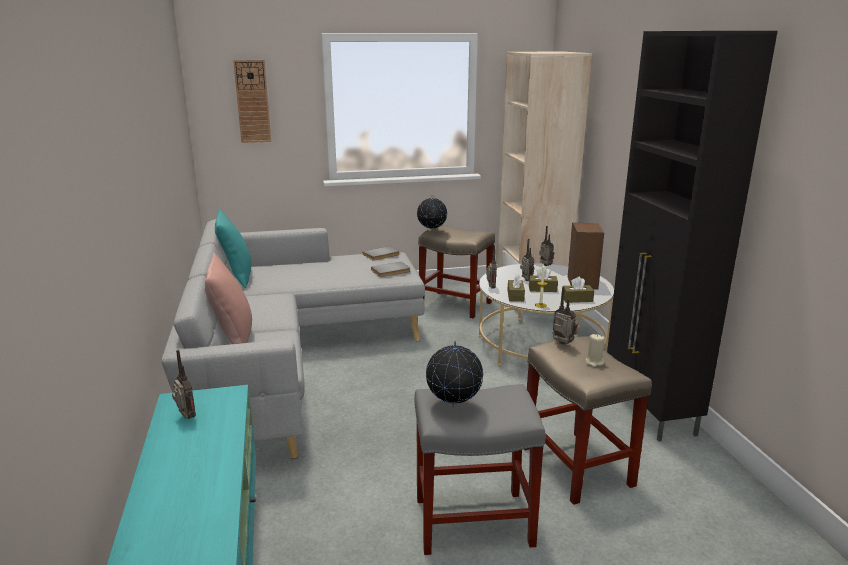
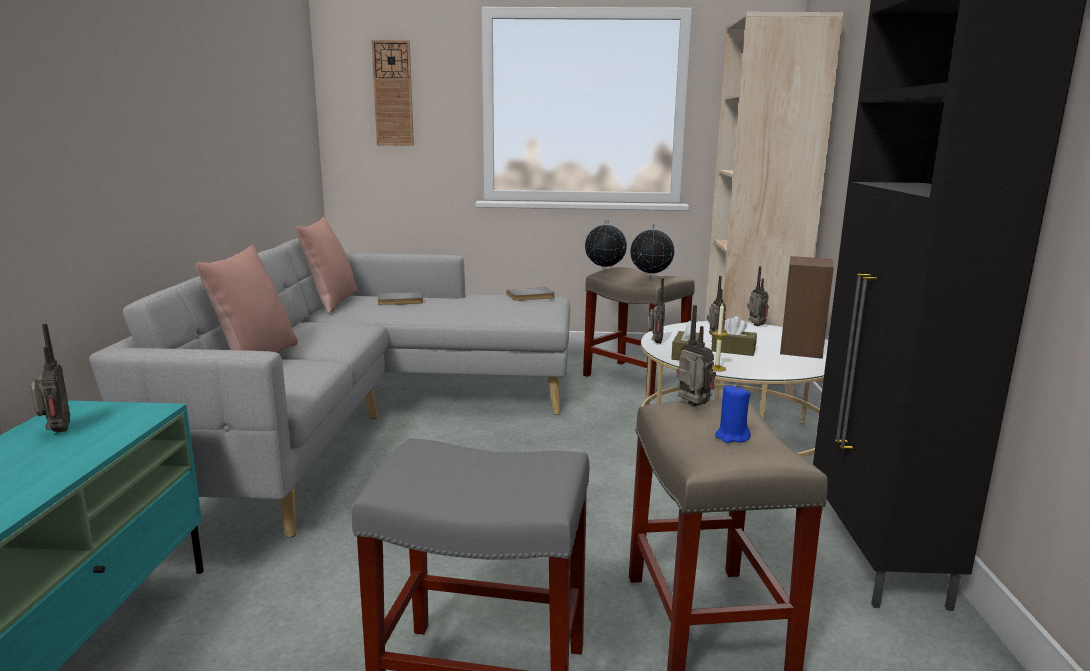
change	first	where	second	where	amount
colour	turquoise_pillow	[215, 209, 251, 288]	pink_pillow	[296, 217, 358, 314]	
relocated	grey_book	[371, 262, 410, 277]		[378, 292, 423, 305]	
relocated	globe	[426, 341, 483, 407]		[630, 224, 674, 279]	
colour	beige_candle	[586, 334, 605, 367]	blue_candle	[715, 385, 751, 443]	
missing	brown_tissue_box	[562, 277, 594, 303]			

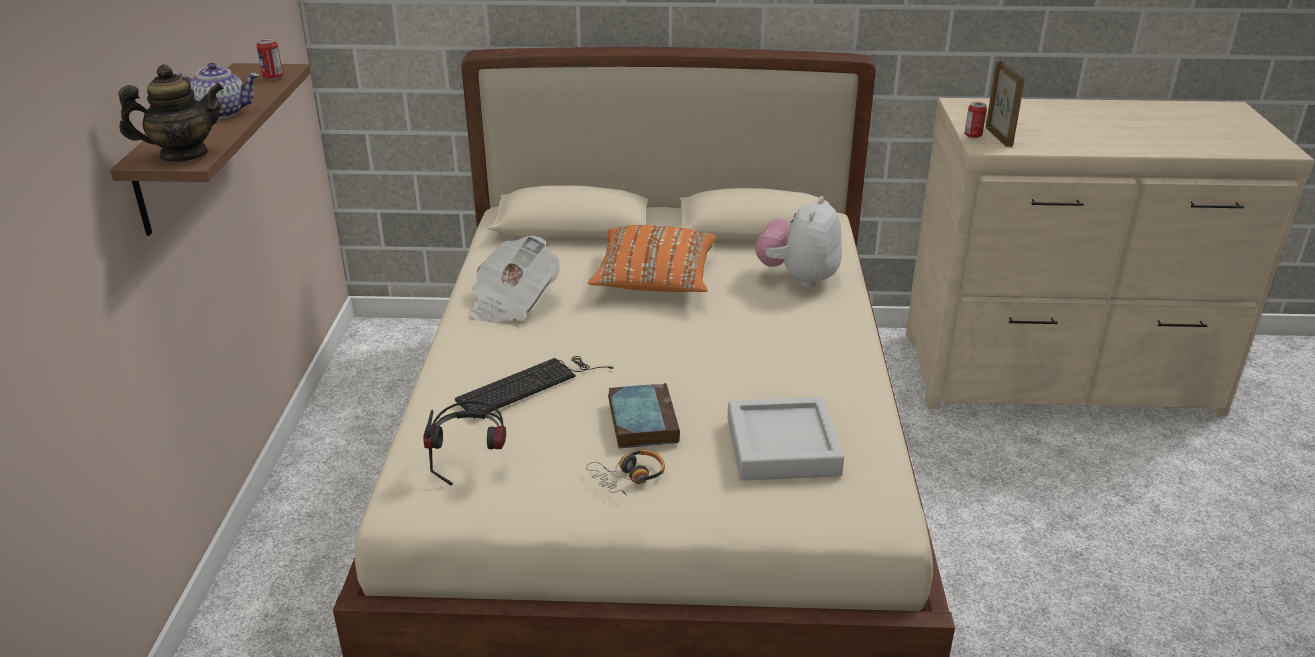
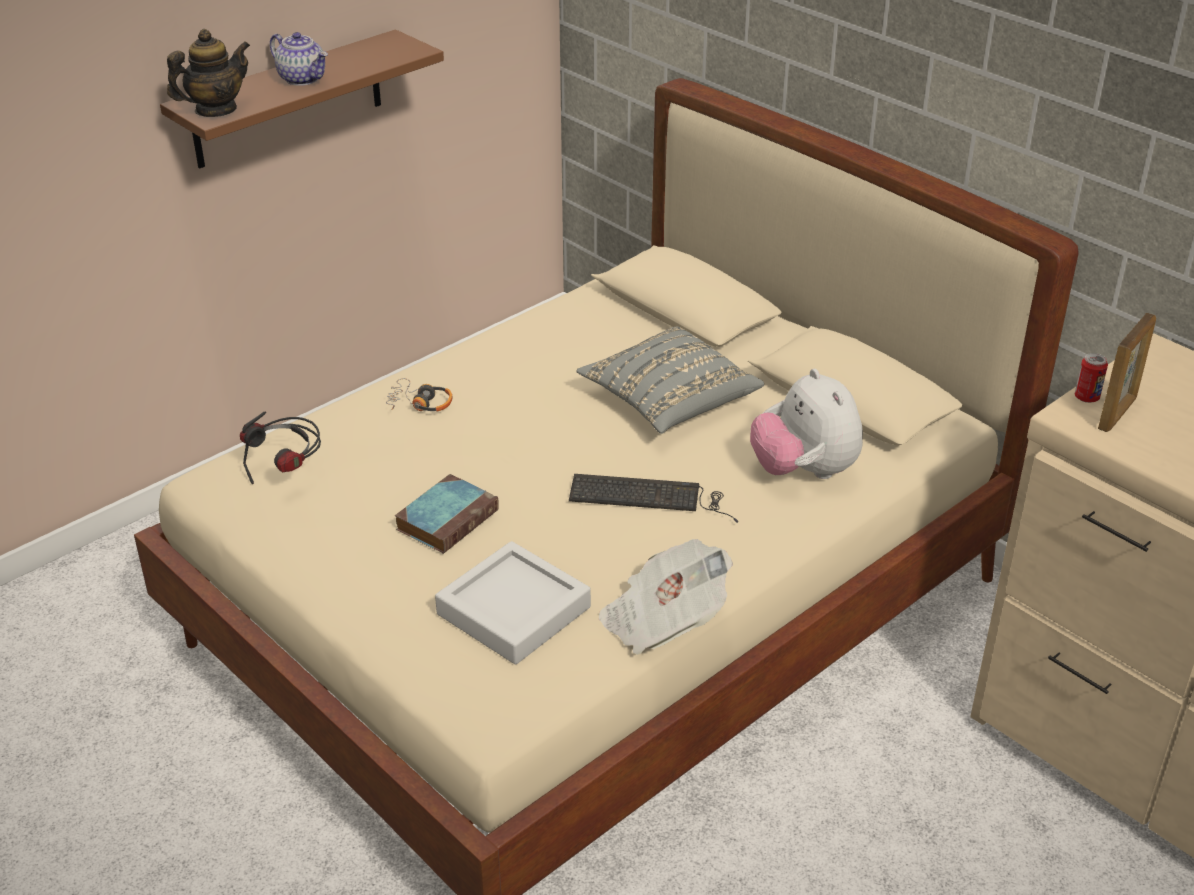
change	first	where	second	where	amount
spun	teapot	[118, 64, 224, 162]		[167, 29, 250, 117]	60 degrees counterclockwise
relocated	headphones	[586, 449, 665, 496]		[386, 378, 452, 412]	
relocated	keyboard	[455, 356, 613, 419]		[569, 474, 738, 523]	
colour	orange_pillow	[588, 225, 716, 292]	grey_pillow	[576, 327, 764, 434]	
relocated	newspaper	[470, 236, 560, 321]		[599, 539, 733, 655]	
spun	plush_toy	[755, 196, 842, 288]		[750, 369, 863, 479]	90 degrees counterclockwise
missing	can	[256, 38, 283, 80]			

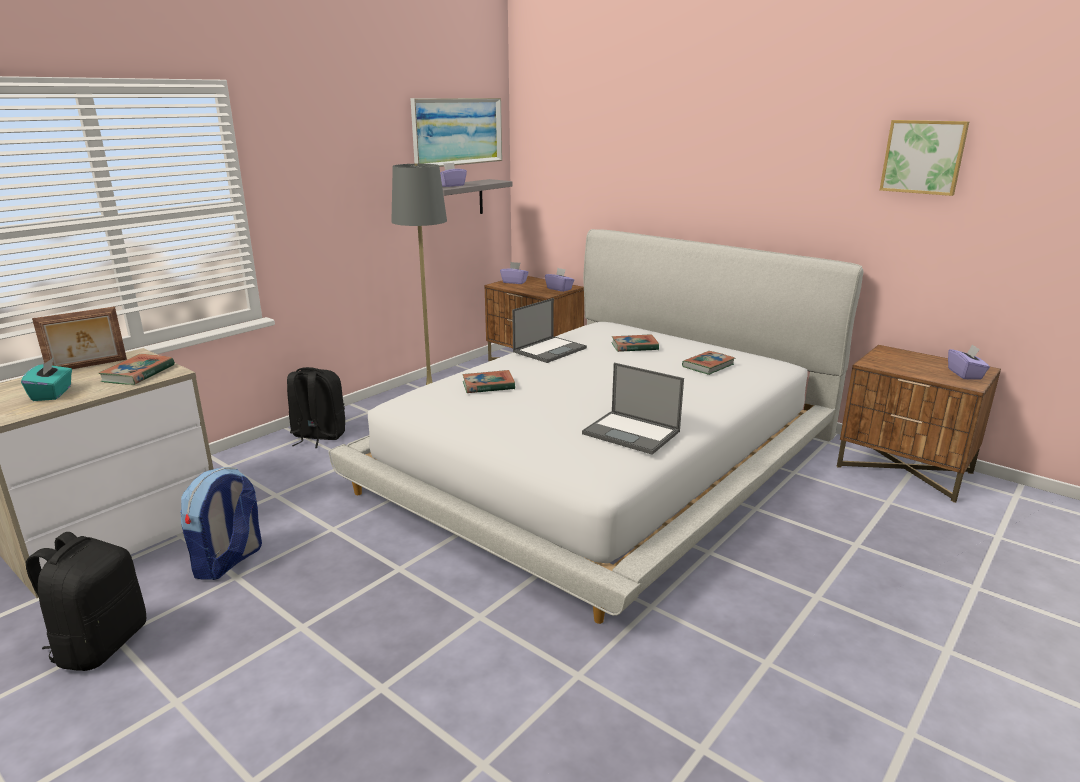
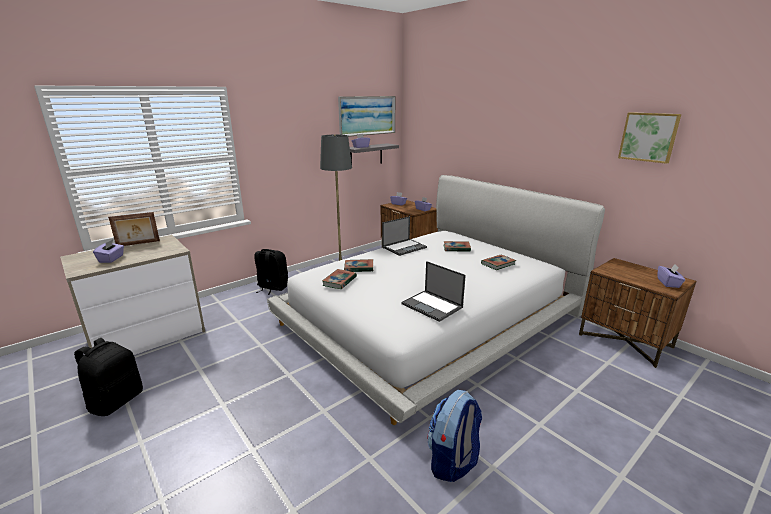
change	first	where	second	where	amount
colour	turquoise_tissue_box	[21, 357, 72, 401]	purple_tissue_box	[93, 240, 124, 263]	
relocated	book	[98, 354, 175, 385]		[322, 269, 357, 289]	
relocated	backpack	[180, 467, 262, 580]		[427, 390, 482, 482]	

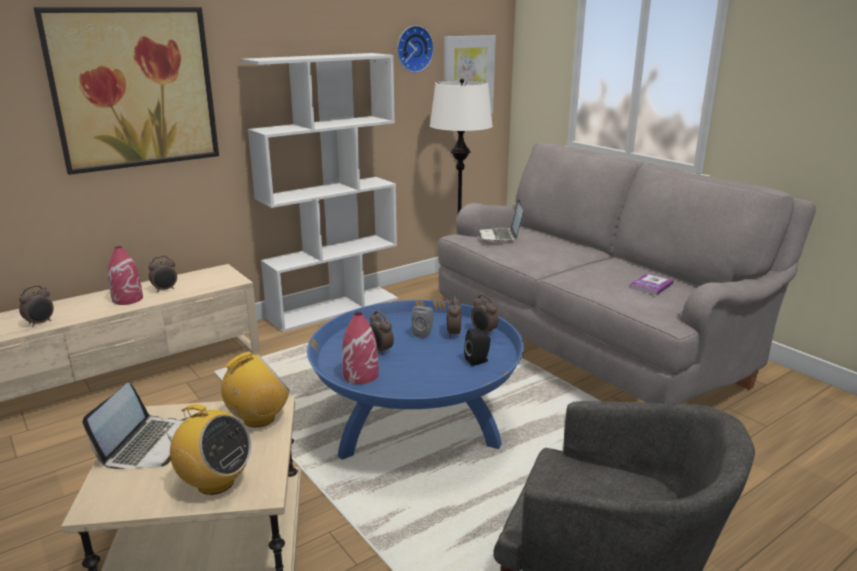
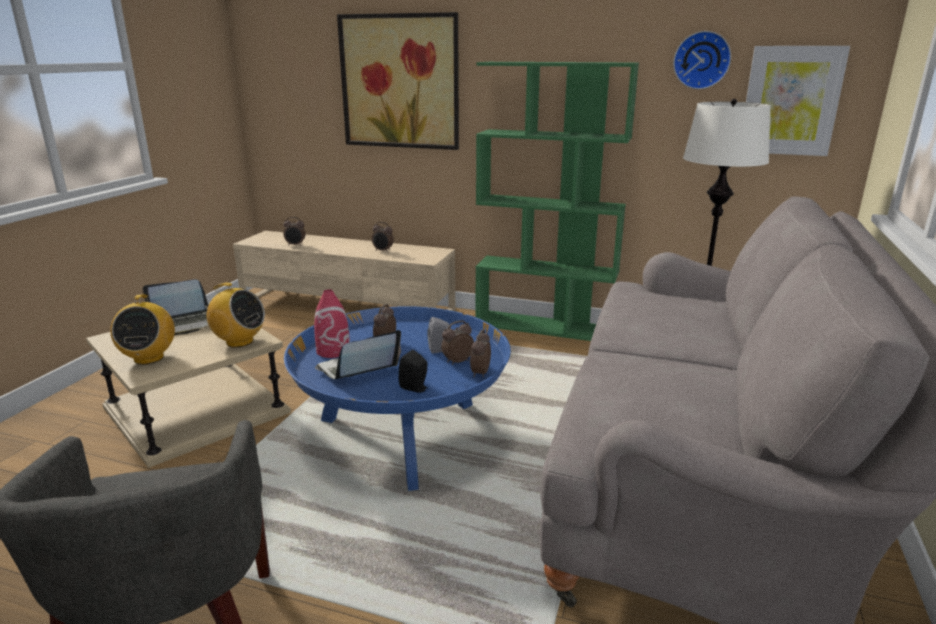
change	first	where	second	where	amount
relocated	laptop	[478, 200, 523, 241]		[315, 330, 401, 379]	
colour	white_bookcase	[241, 53, 398, 332]	green_bookcase	[475, 62, 639, 341]	
missing	red_vase	[108, 246, 143, 305]			
missing	book	[629, 273, 674, 295]			

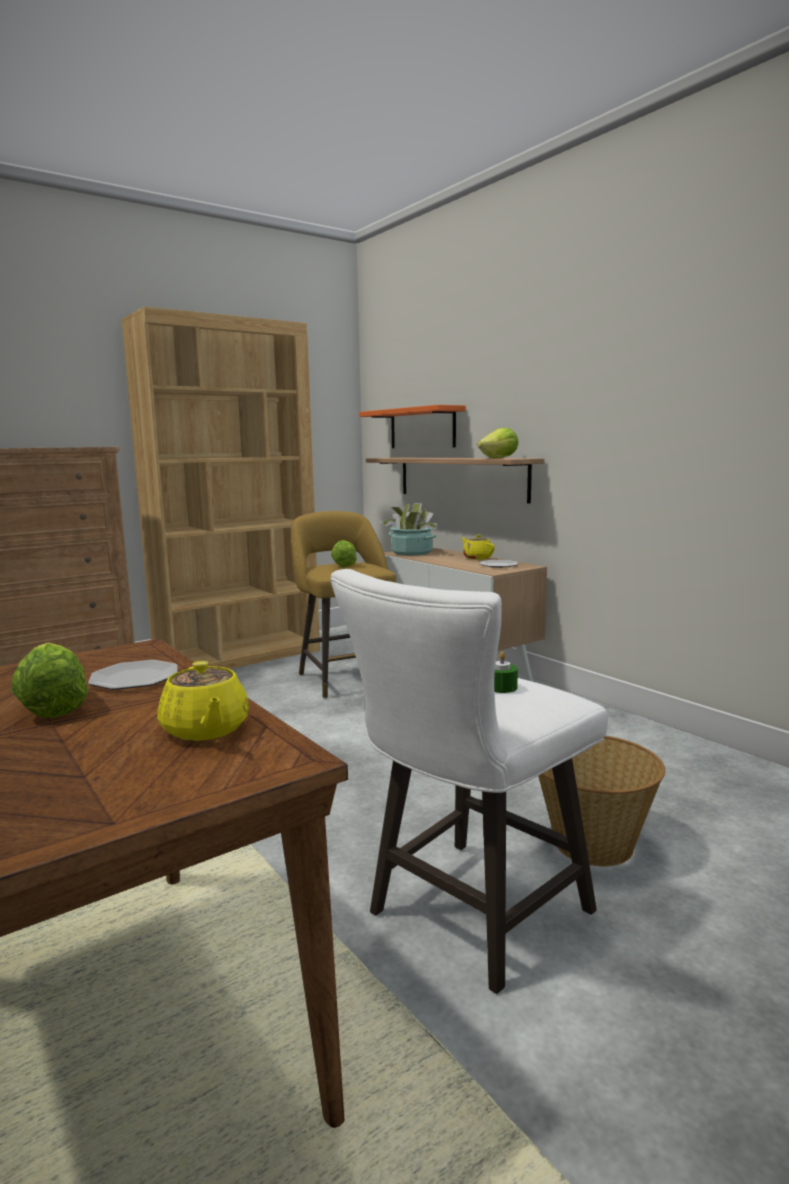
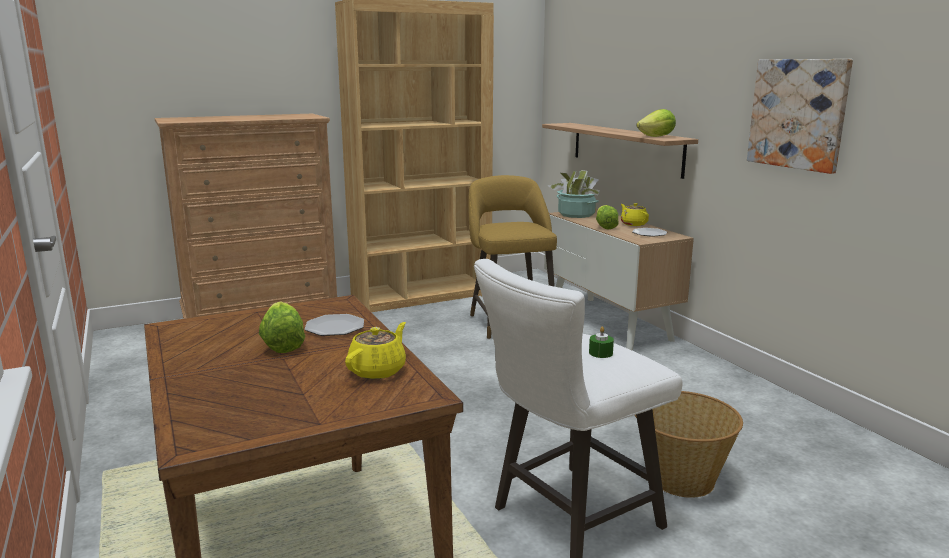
change	first	where	second	where	amount
spun	yellow_teapot	[157, 661, 249, 741]		[345, 322, 406, 379]	135 degrees counterclockwise
relocated	lettuce	[331, 540, 357, 567]		[596, 205, 619, 229]	
appeared			picture	[747, 59, 853, 174]	
missing	orange_shelf	[359, 405, 466, 448]			

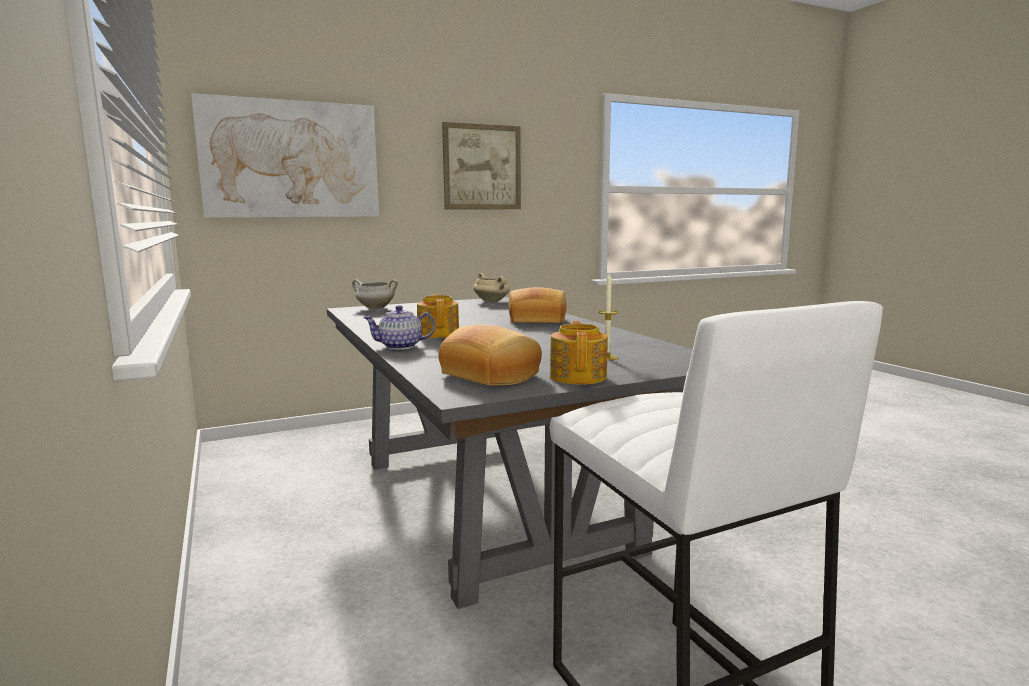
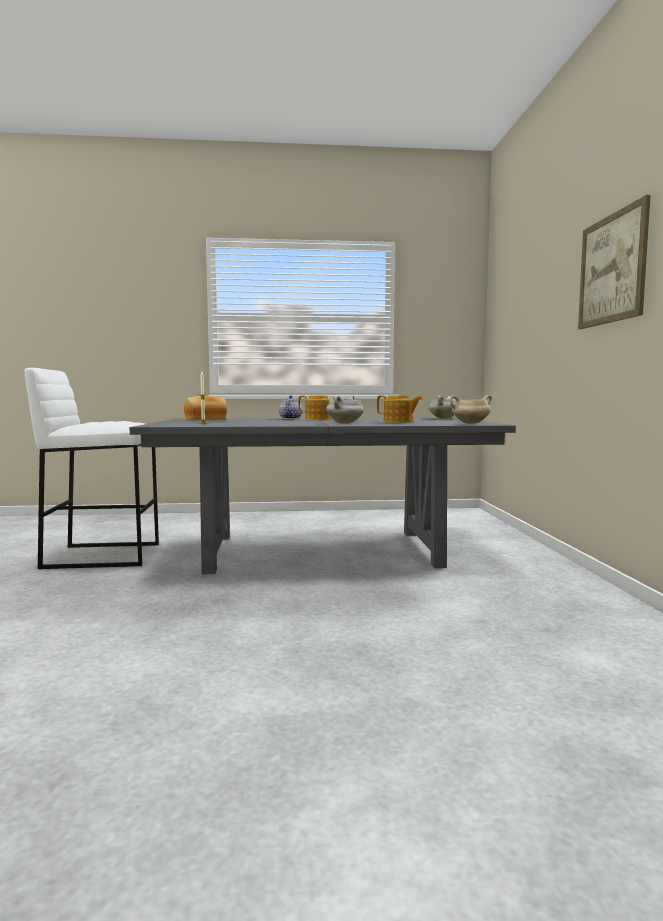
change	first	where	second	where	amount
exchanged	bread	[508, 287, 566, 323]	white_cooking_pot	[326, 395, 364, 424]	
relocated	teapot	[550, 321, 608, 385]		[377, 395, 423, 423]	
missing	picture	[191, 93, 379, 218]			

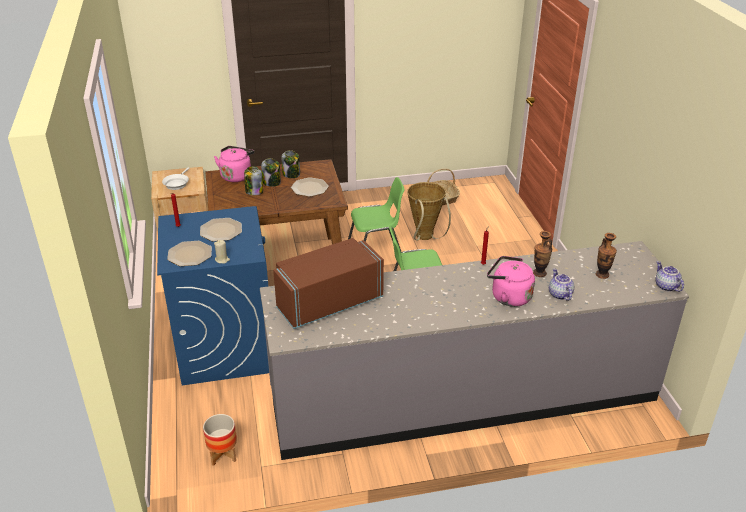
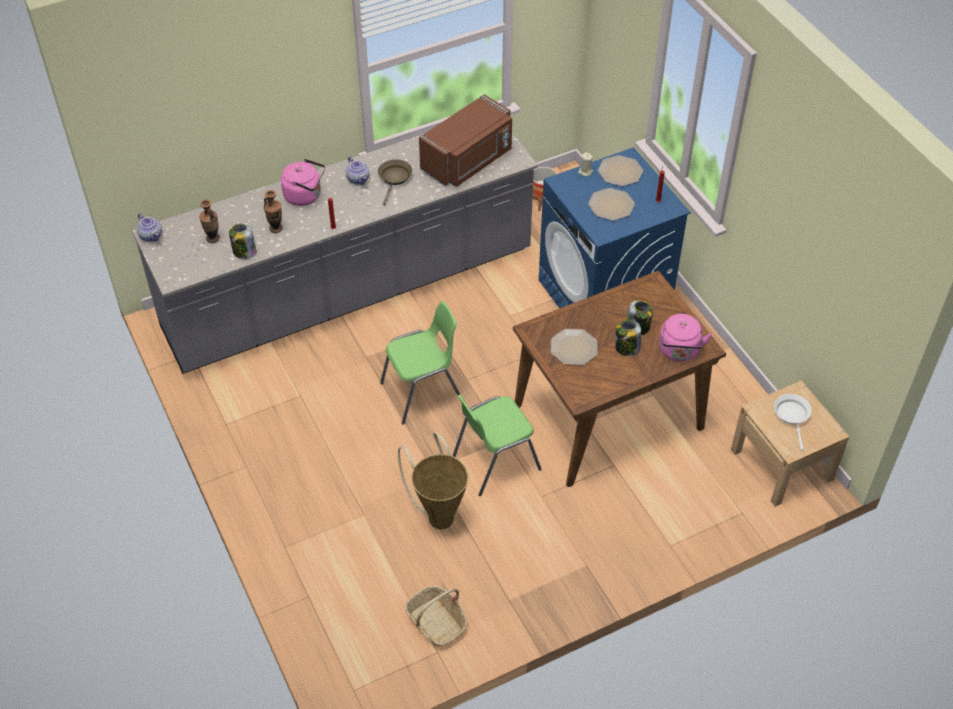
change	first	where	second	where	amount
relocated	jar	[282, 150, 300, 178]		[229, 224, 257, 259]	
relocated	teapot	[549, 268, 574, 301]		[346, 156, 369, 185]	
appeared			brown_frying_pan	[378, 159, 412, 205]	

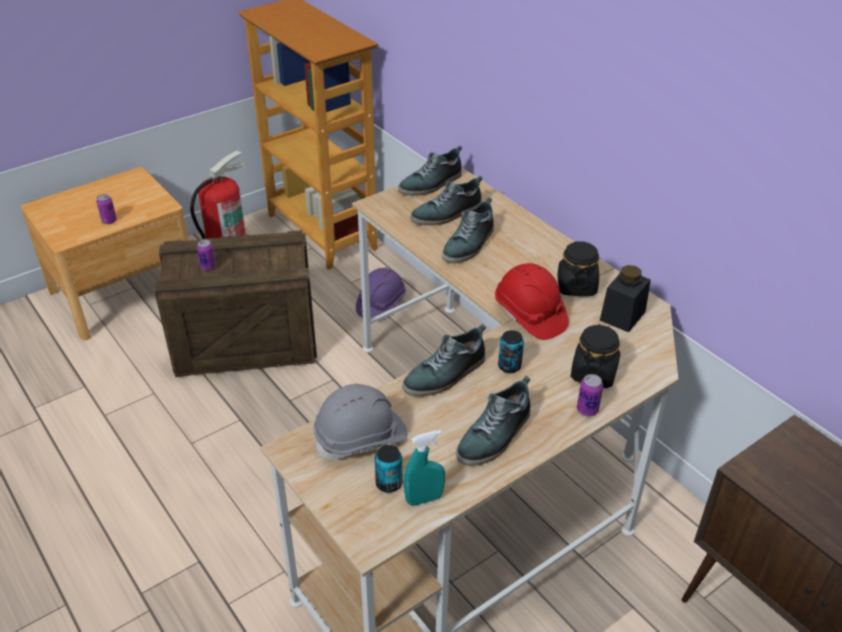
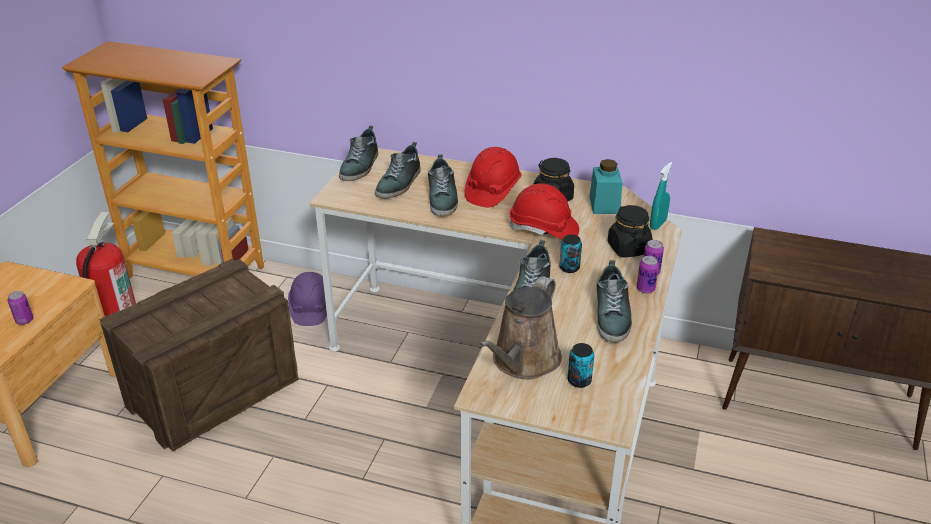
change	first	where	second	where	amount
appeared			red_hard_hat	[465, 147, 521, 207]	
exchanged	grey_hard_hat	[313, 384, 408, 460]	brown_watering_can	[479, 276, 562, 379]	
colour	black_jar	[600, 265, 651, 332]	turquoise_jar	[589, 159, 622, 214]	
relocated	can	[197, 240, 216, 271]		[637, 256, 659, 293]	
relocated	turquoise_spray_bottle	[404, 430, 445, 506]		[650, 162, 672, 230]	

